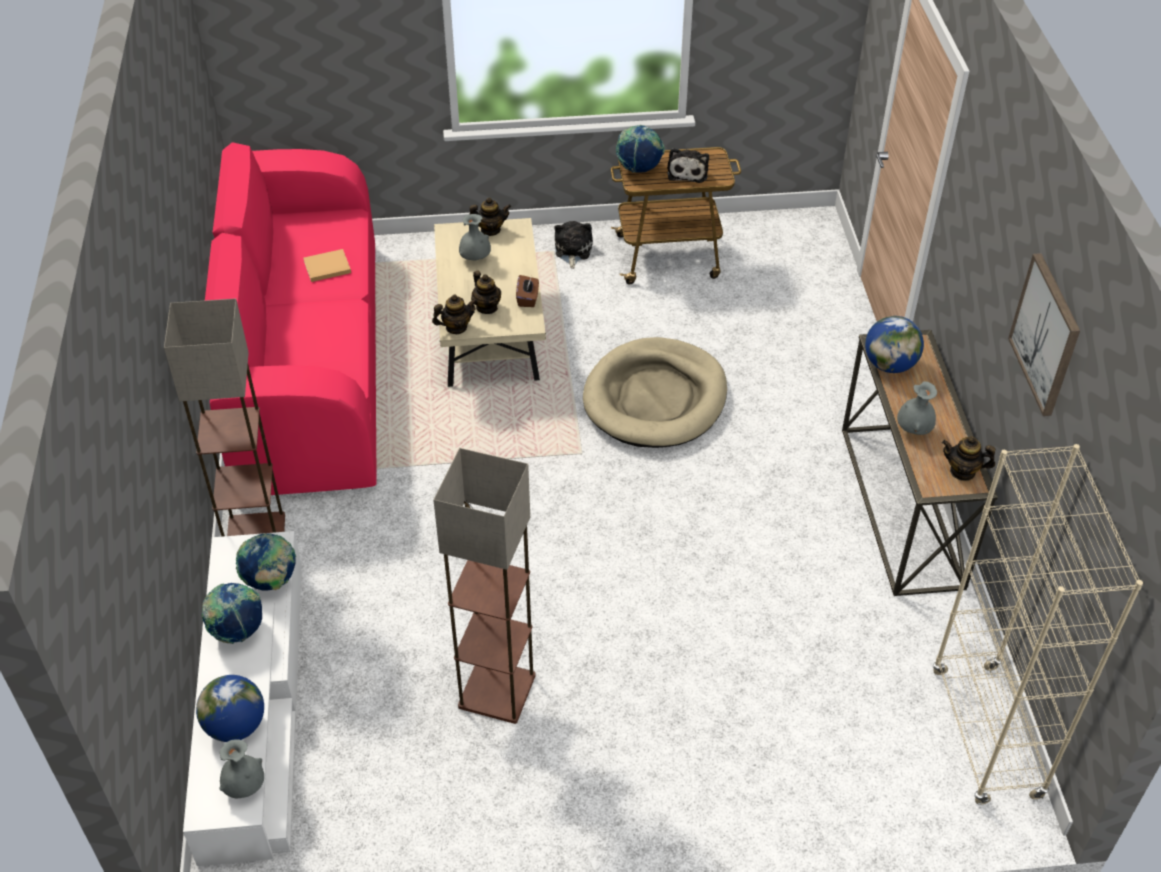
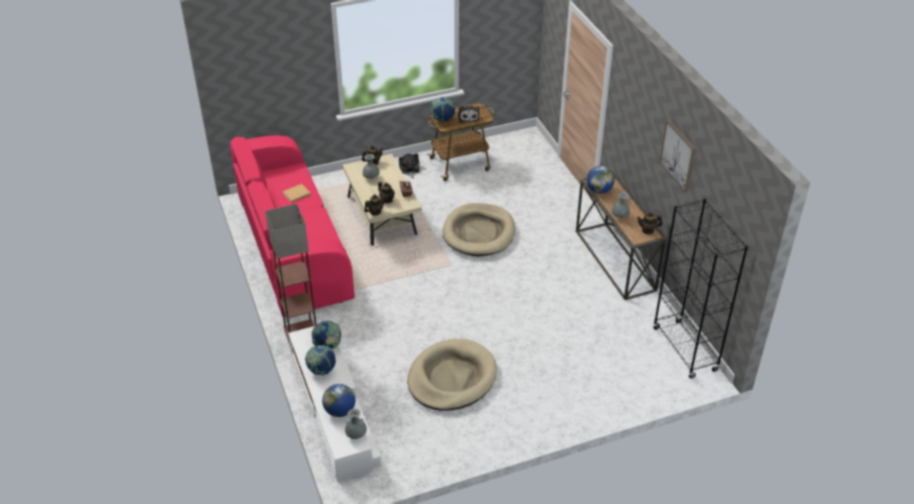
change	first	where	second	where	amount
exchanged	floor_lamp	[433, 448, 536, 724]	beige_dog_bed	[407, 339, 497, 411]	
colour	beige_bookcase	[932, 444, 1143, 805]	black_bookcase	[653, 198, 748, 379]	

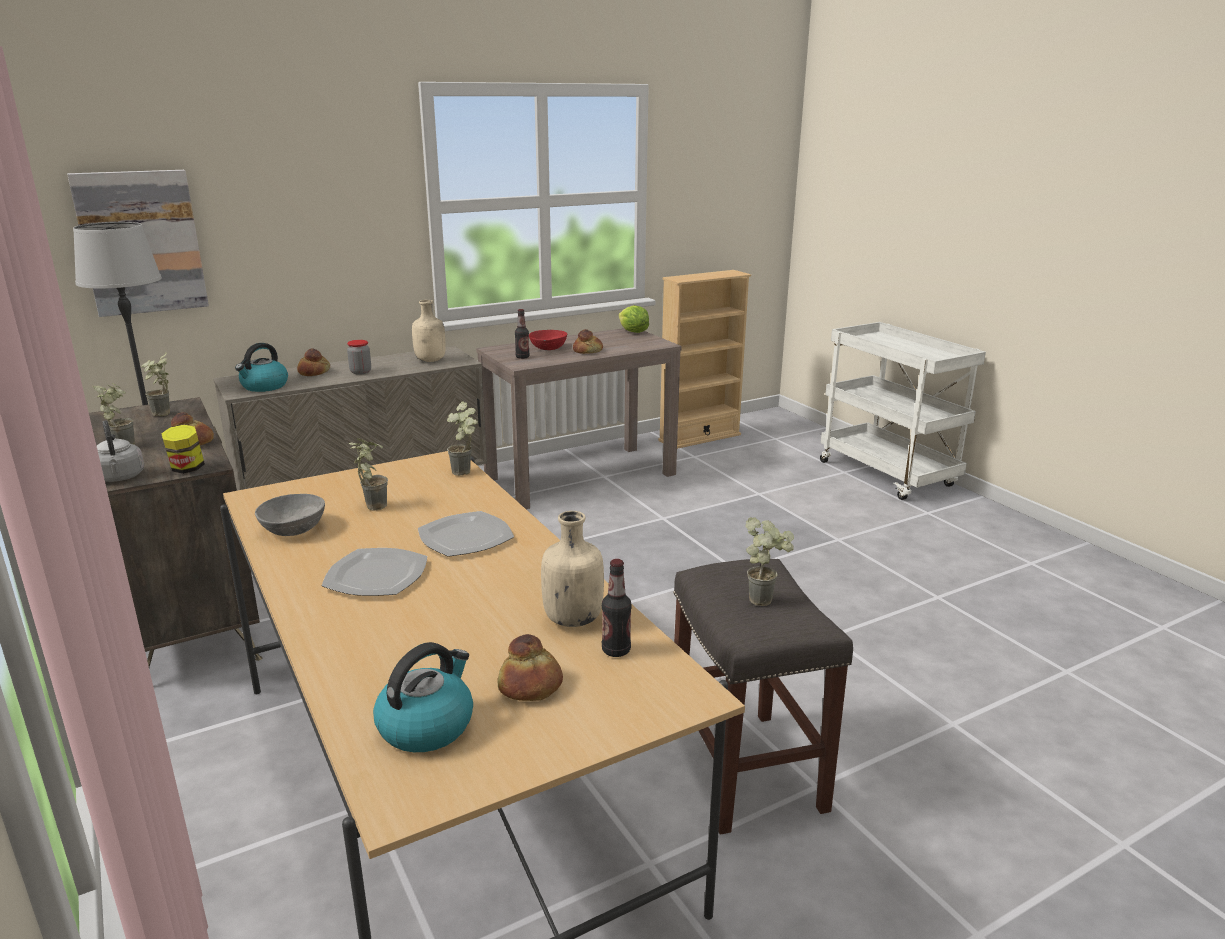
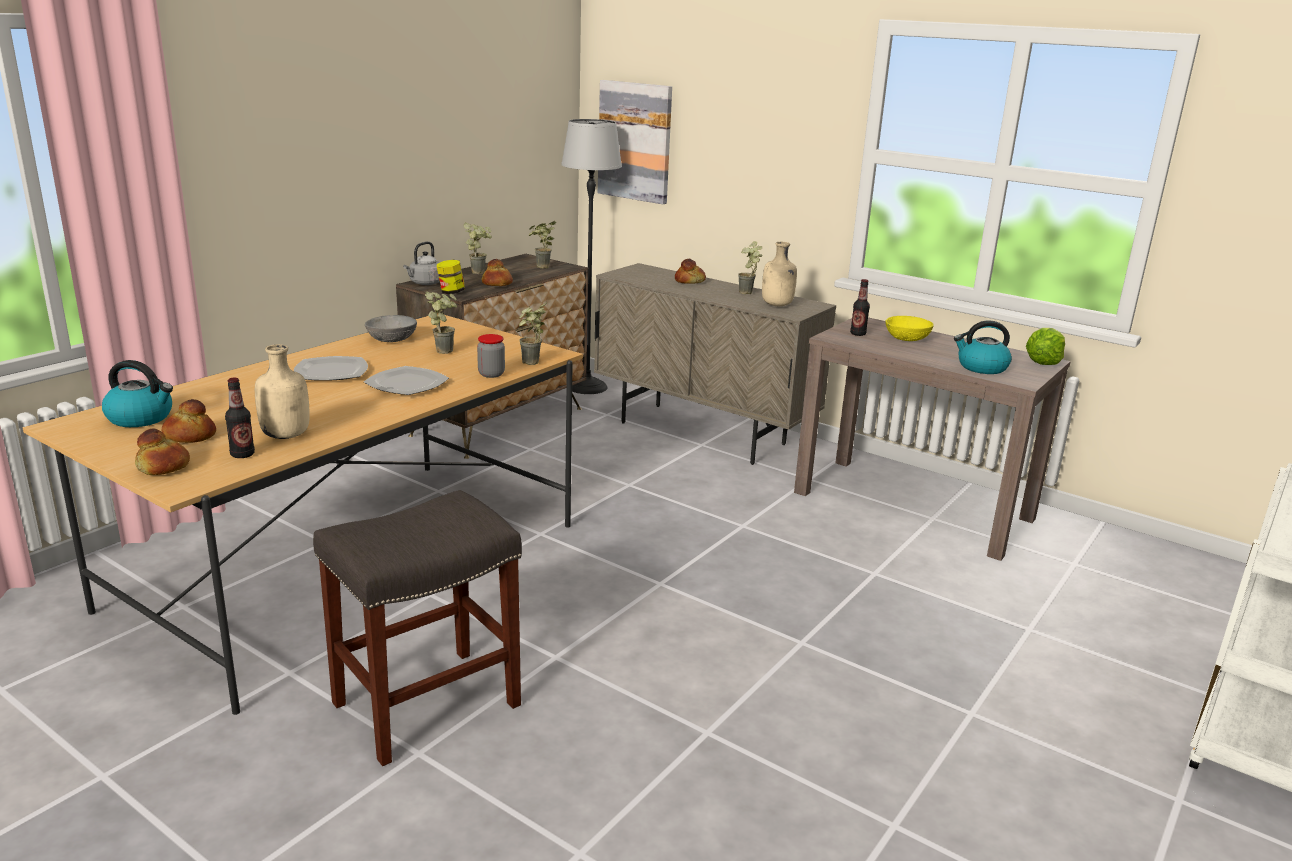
change	first	where	second	where	amount
relocated	bread	[573, 329, 603, 354]		[135, 429, 190, 475]	
relocated	jar	[347, 340, 371, 375]		[477, 334, 505, 378]	
relocated	potted_plant	[745, 517, 794, 606]		[738, 241, 763, 294]	
colour	red_bowl	[529, 330, 567, 350]	yellow_bowl	[885, 316, 934, 341]	
relocated	kettle	[235, 343, 288, 392]		[954, 321, 1012, 374]	
missing	beige_bookcase	[658, 270, 751, 449]			

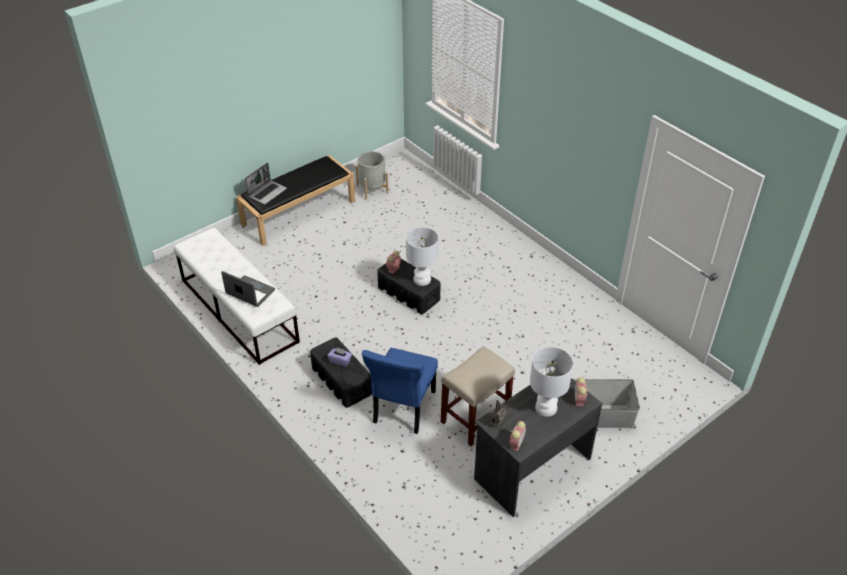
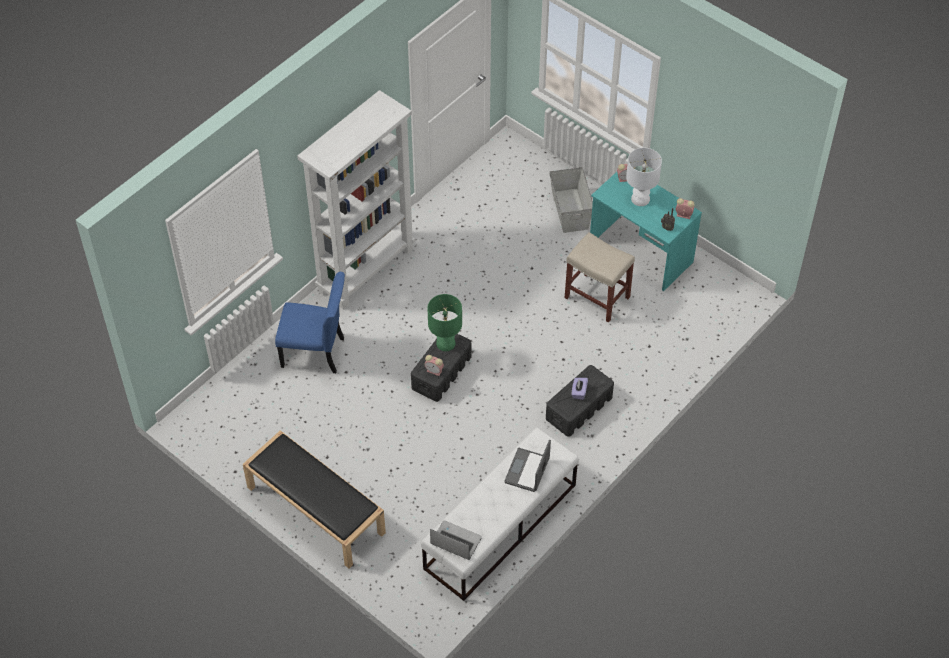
change	first	where	second	where	amount
relocated	blue_chair	[362, 348, 438, 434]		[275, 272, 345, 373]	
appeared			white_bookcase	[297, 90, 415, 310]	
colour	white_table_lamp	[406, 227, 438, 286]	green_table_lamp	[427, 294, 462, 351]	
relocated	laptop	[245, 163, 287, 205]		[430, 520, 482, 560]	
colour	grey_desk	[474, 369, 603, 517]	turquoise_desk	[590, 172, 702, 291]	
missing	grey_planter	[356, 151, 389, 200]			

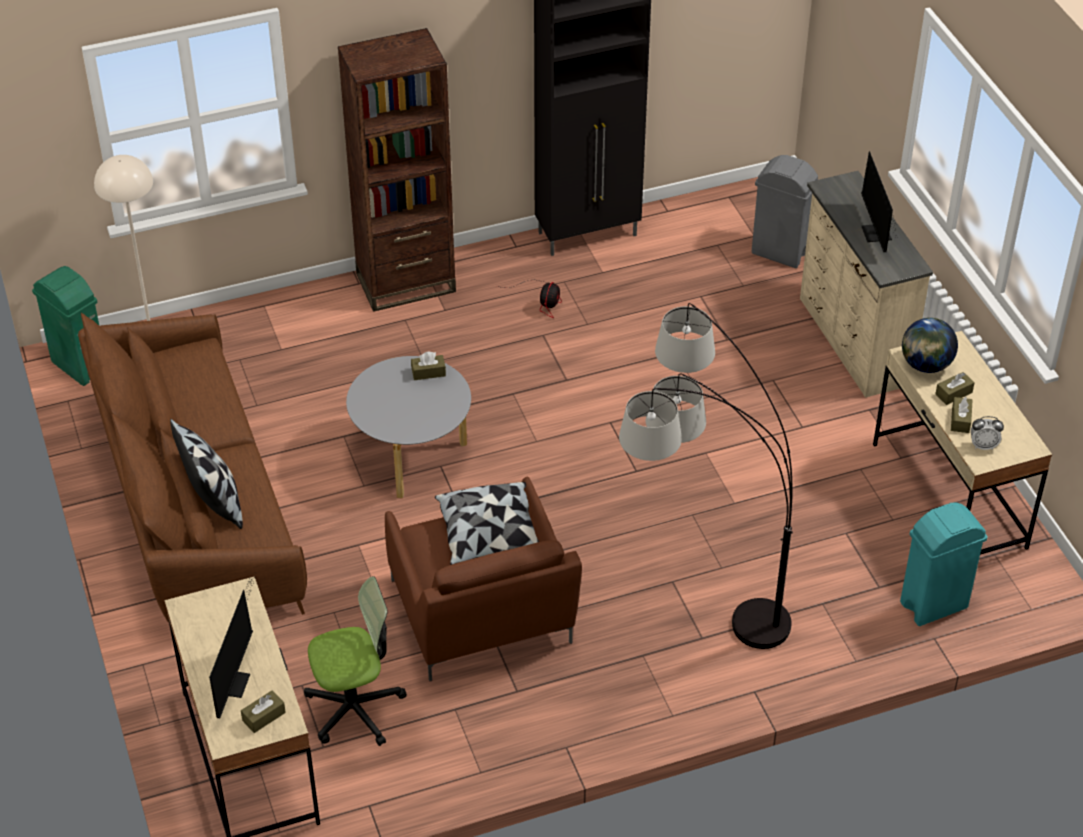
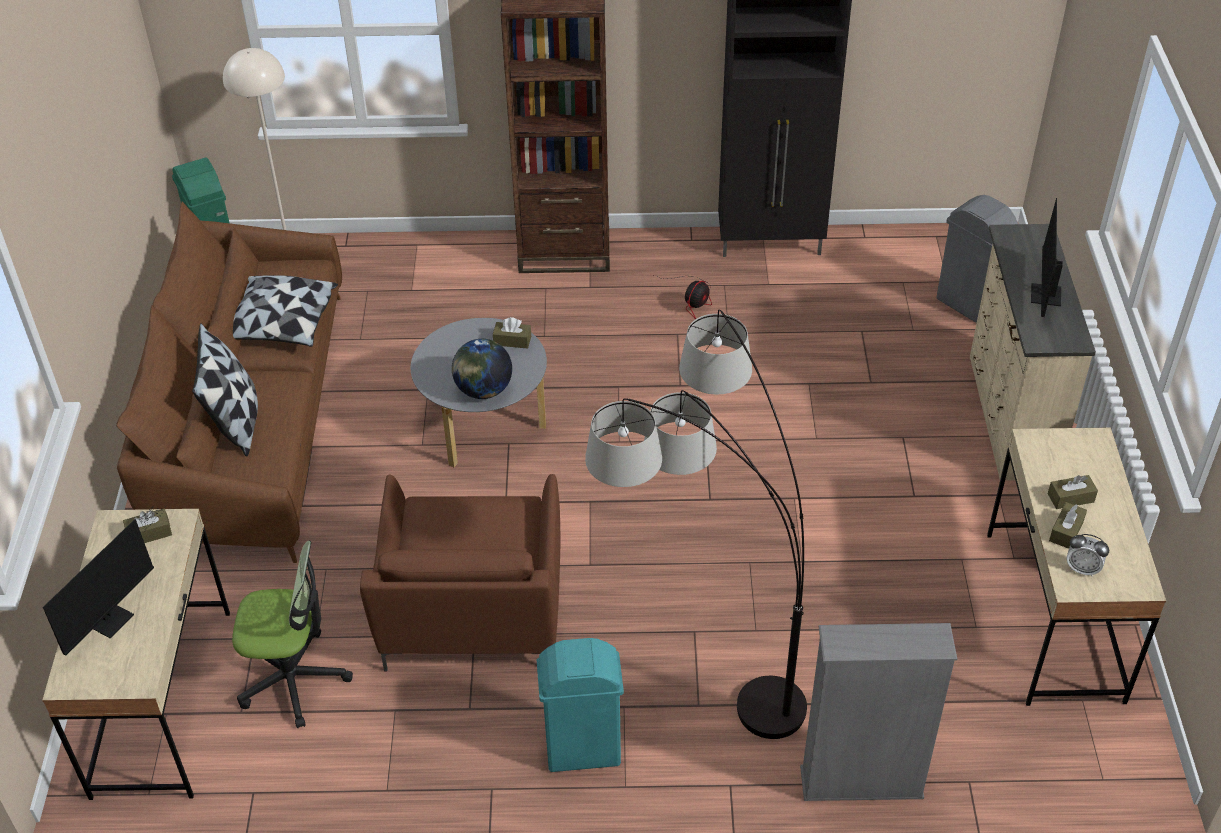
change	first	where	second	where	amount
relocated	brown_tissue_box	[241, 690, 286, 733]		[123, 509, 172, 543]	
relocated	pillow	[435, 482, 539, 565]		[233, 275, 338, 347]	
relocated	globe	[902, 318, 958, 373]		[452, 339, 512, 399]	
relocated	turquoise_trash_can	[900, 502, 987, 626]		[537, 638, 624, 772]	
appeared			grey_bookcase	[800, 623, 957, 801]	

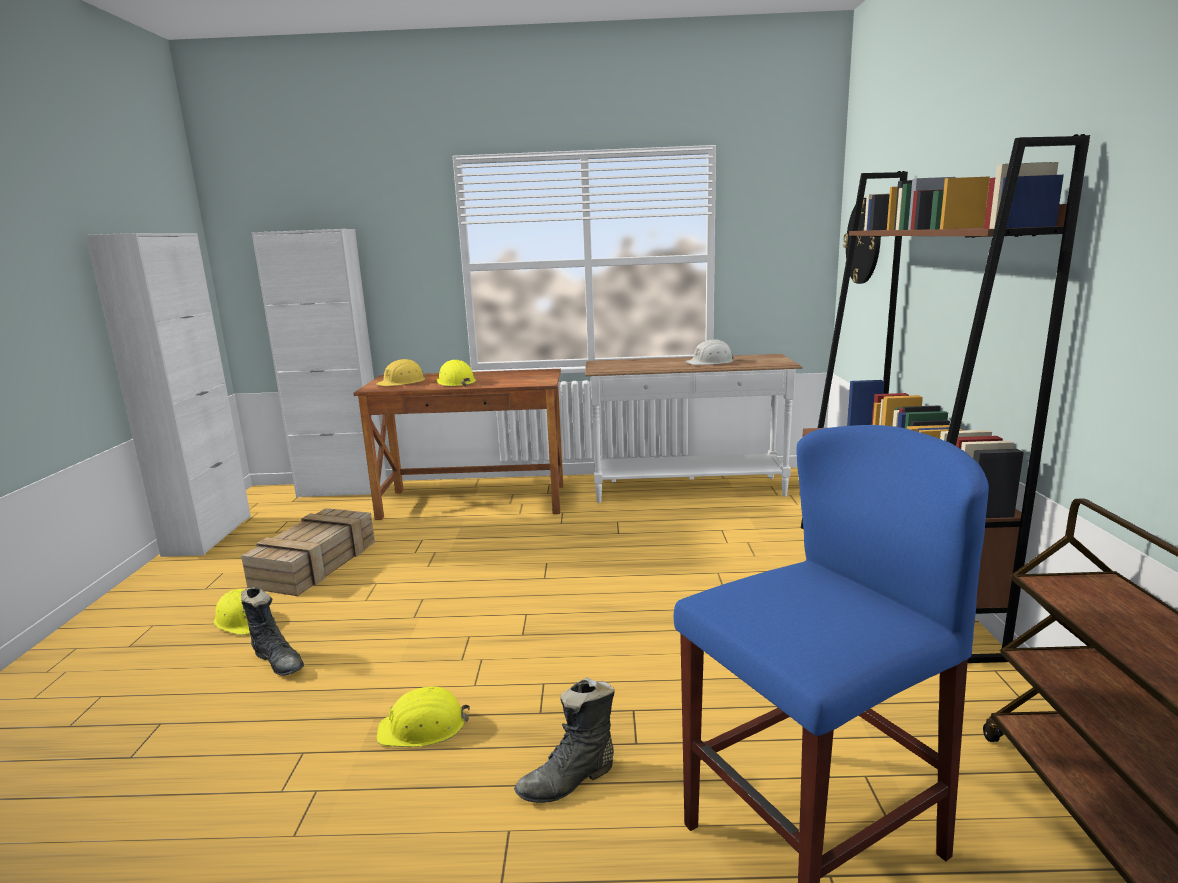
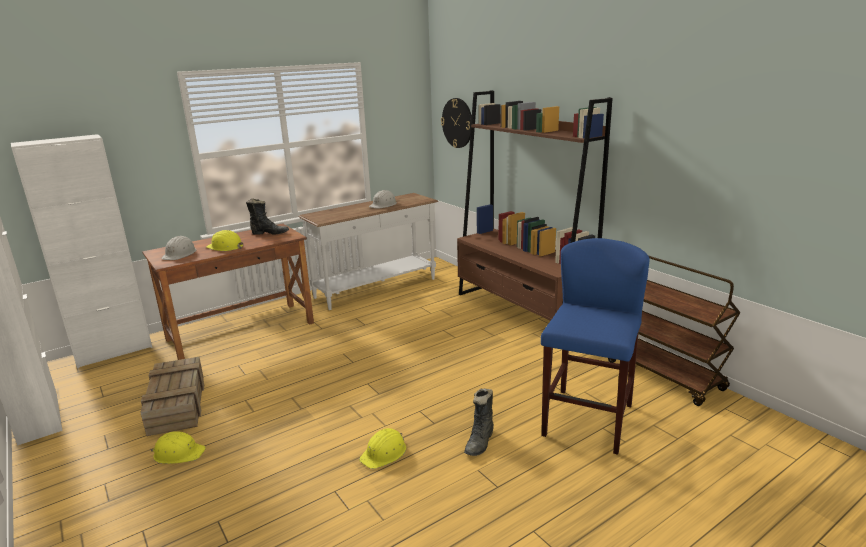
change	first	where	second	where	amount
colour	yellow_hard_hat	[376, 359, 425, 386]	white_hard_hat	[162, 236, 196, 260]	
relocated	black_boot	[241, 587, 304, 676]		[246, 198, 289, 235]	

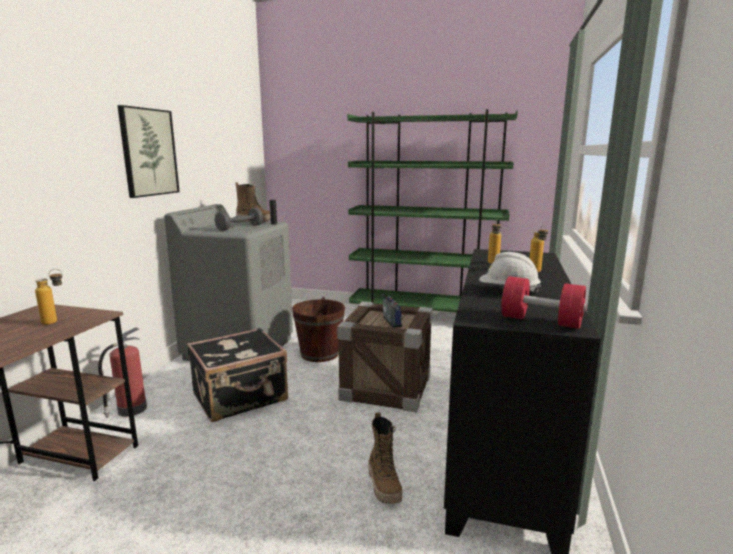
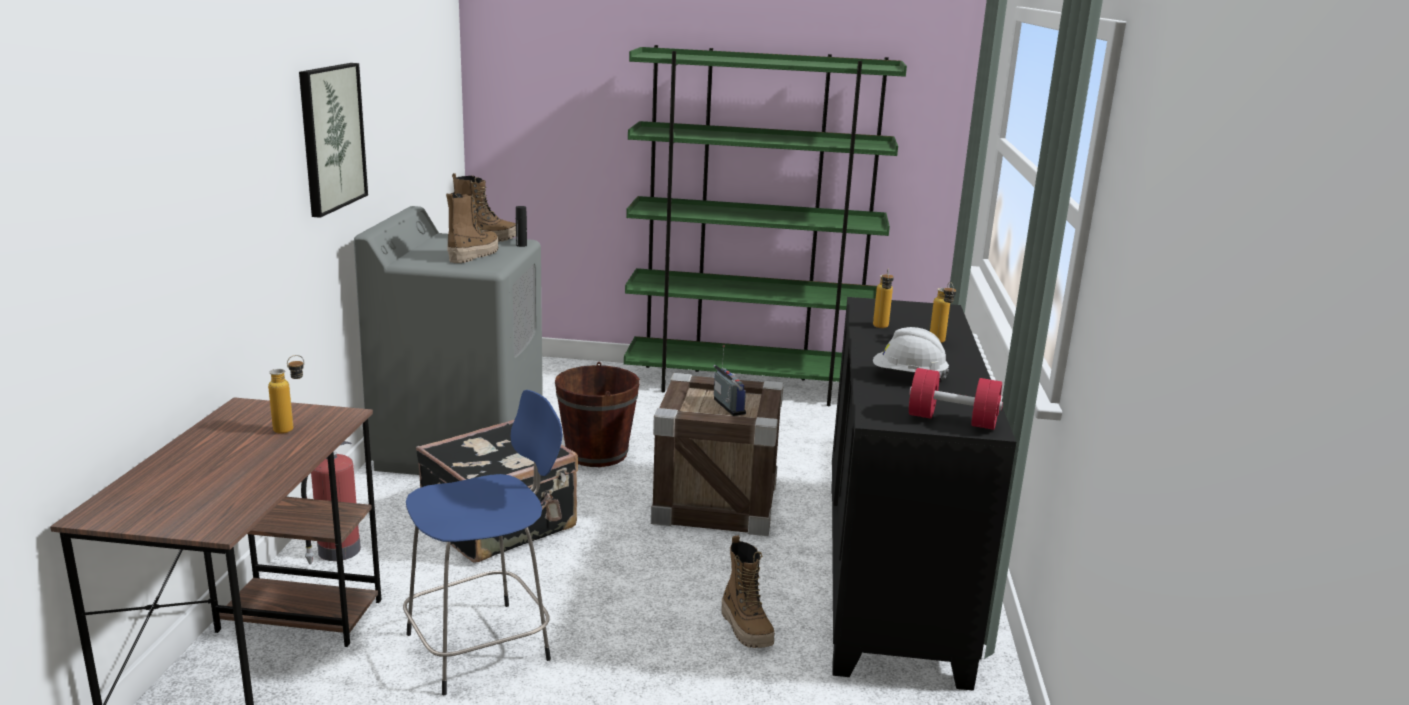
change	first	where	second	where	amount
appeared			blue_stool	[403, 390, 563, 695]	
exchanged	grey_dumbbell	[215, 208, 263, 231]	boot	[446, 192, 498, 263]	

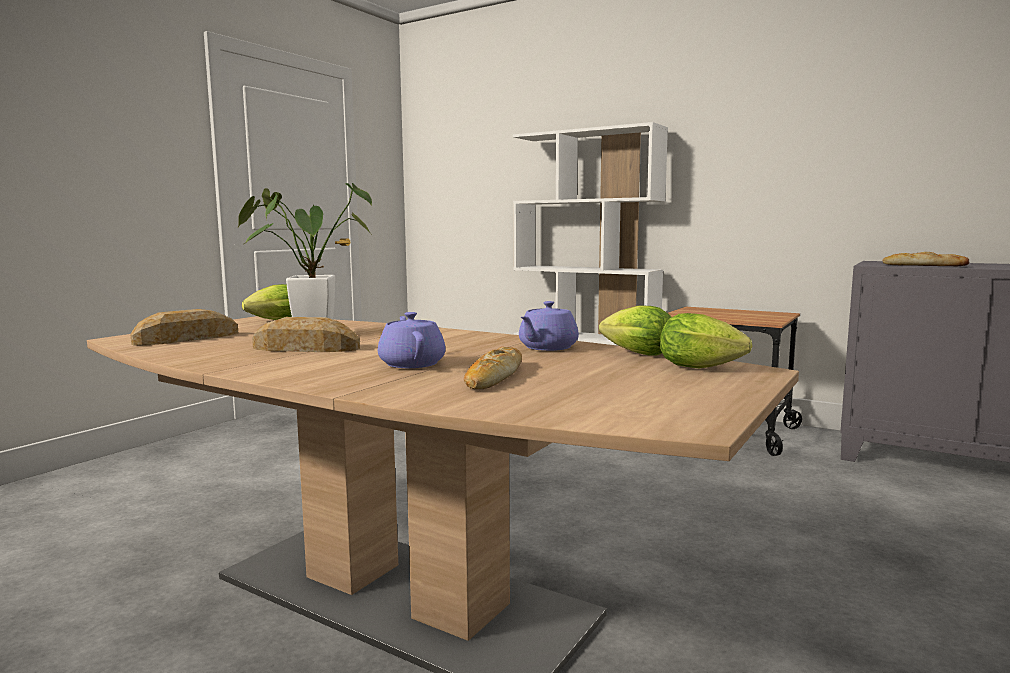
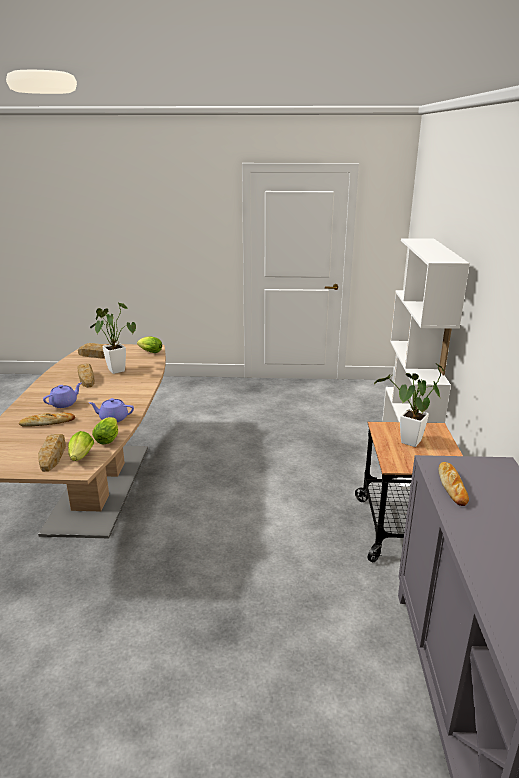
change	first	where	second	where	amount
appeared			bread	[38, 434, 66, 472]	
appeared			potted_plant	[374, 363, 444, 447]	

